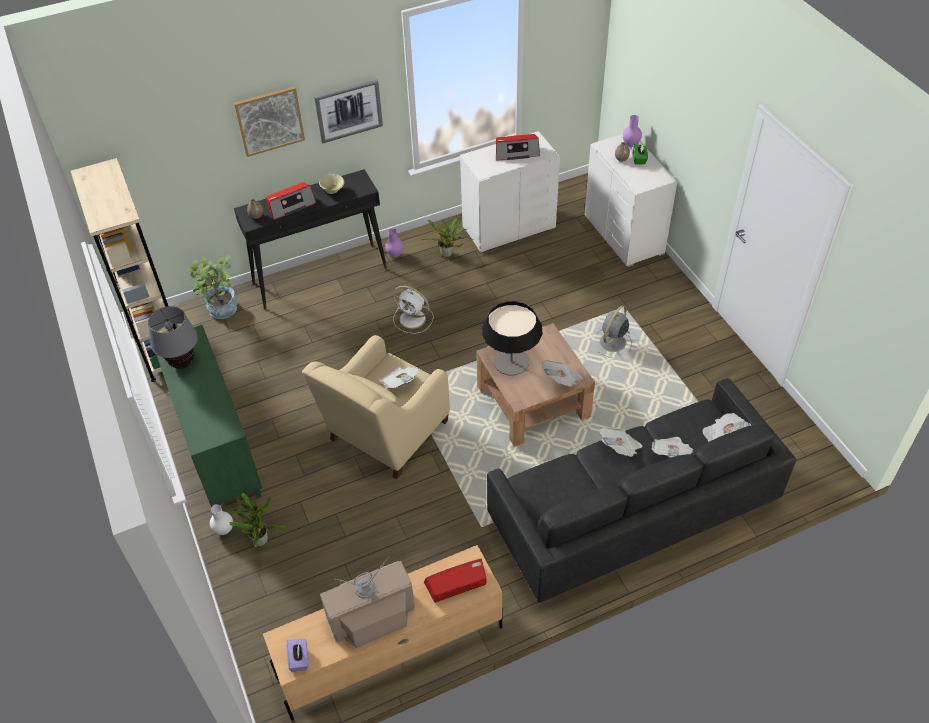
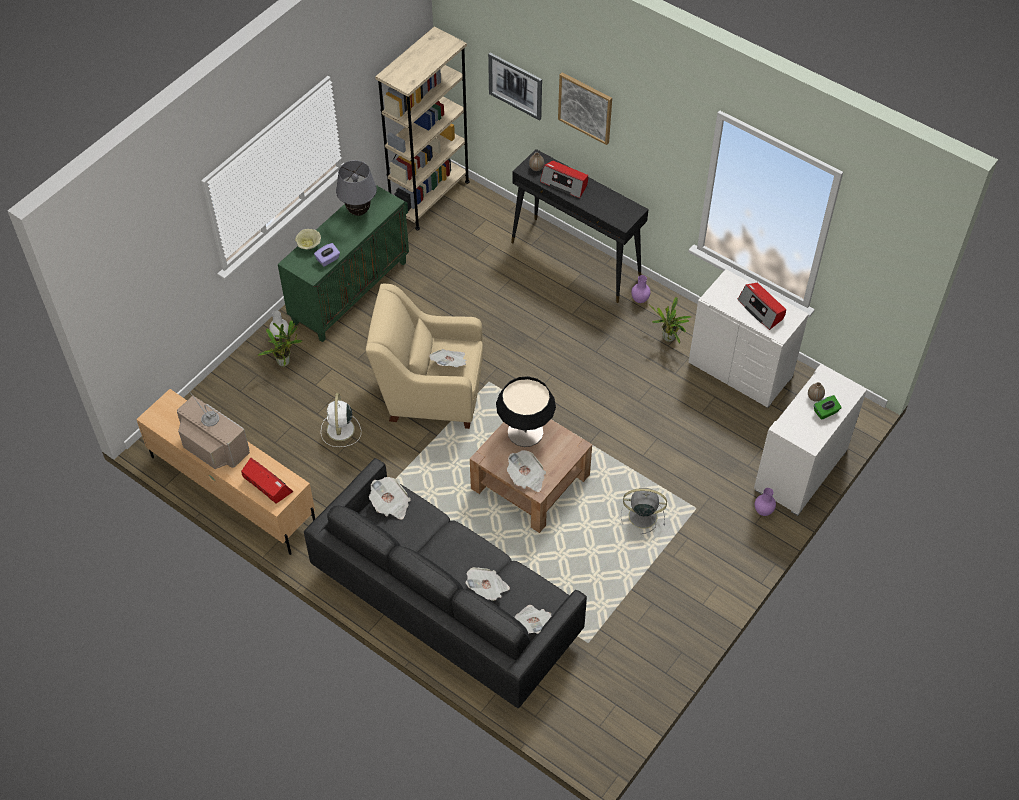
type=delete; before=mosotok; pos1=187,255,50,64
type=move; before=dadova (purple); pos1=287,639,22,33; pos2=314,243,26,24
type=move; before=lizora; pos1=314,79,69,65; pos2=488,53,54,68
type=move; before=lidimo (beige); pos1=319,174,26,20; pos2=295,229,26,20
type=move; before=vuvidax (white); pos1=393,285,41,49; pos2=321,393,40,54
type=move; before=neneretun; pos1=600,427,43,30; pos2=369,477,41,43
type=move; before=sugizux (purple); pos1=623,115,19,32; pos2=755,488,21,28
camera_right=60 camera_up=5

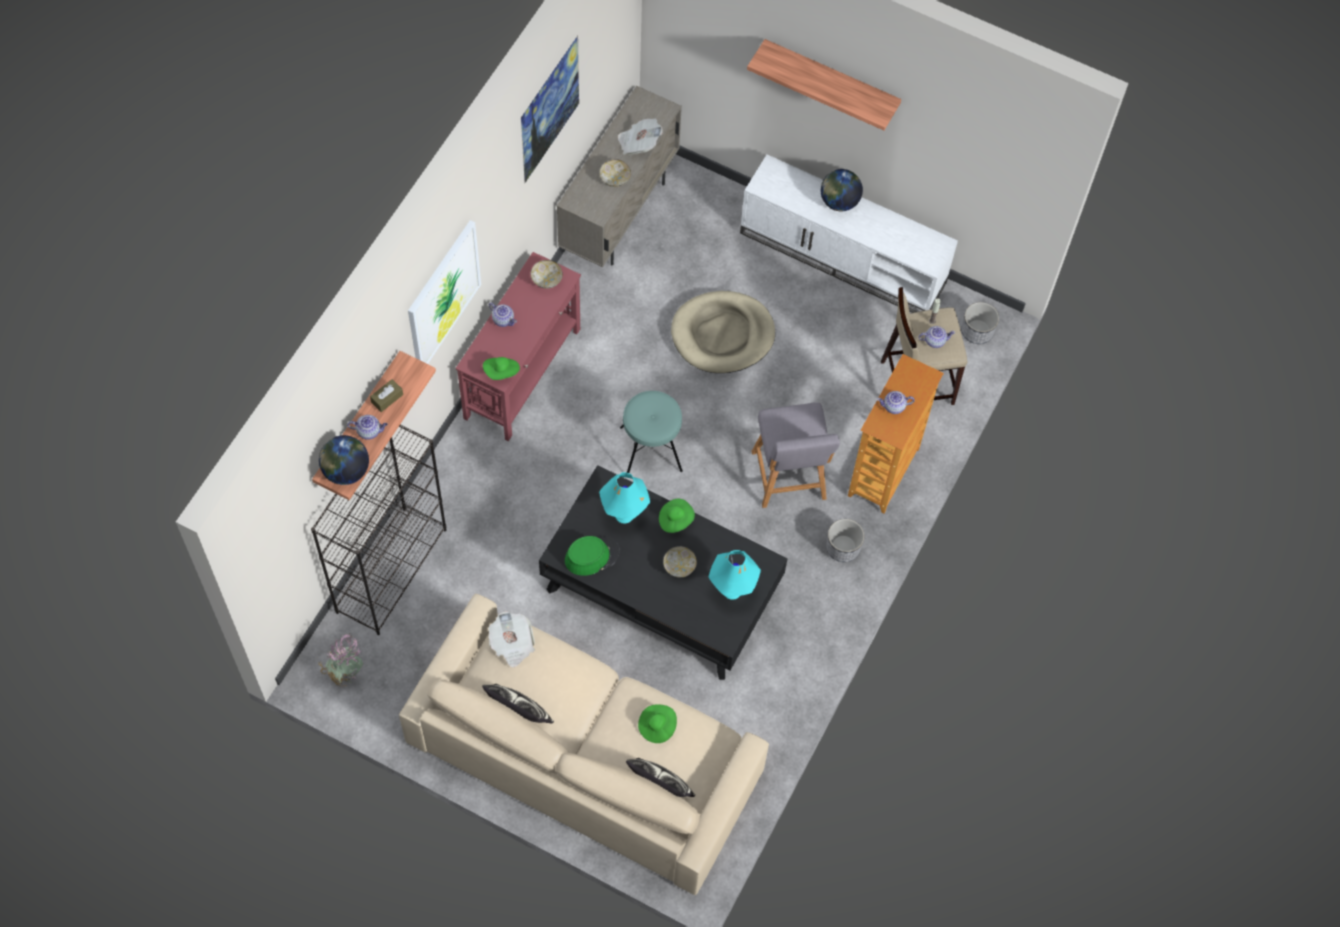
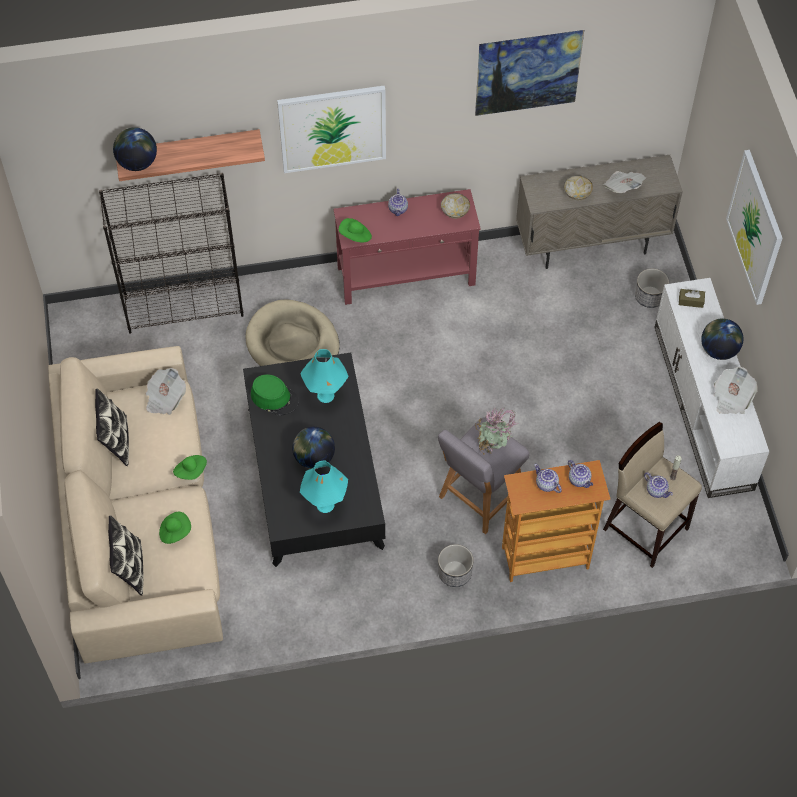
type=delete; before=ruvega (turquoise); pos1=620,391,63,82
type=insert; after=neneretun; pos2=714,367,44,47
type=move; before=mosotok; pos1=318,633,45,54; pos2=475,407,44,48
type=move; before=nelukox; pos1=347,415,41,25; pos2=568,460,25,28
type=move; before=dadova (brown); pos1=370,379,33,33; pos2=679,289,26,19
type=move; before=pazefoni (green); pos1=659,499,36,34; pos2=173,455,34,25
type=move; before=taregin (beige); pos1=671,291,104,82; pos2=245,300,95,66
type=move; before=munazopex; pos1=961,302,38,42; pos2=635,268,34,40
type=replace; before=lidimo; after=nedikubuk; pos1=663,546,34,31; pos2=292,427,43,42
type=replace; before=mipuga; after=lizora; pos1=747,39,154,92; pos2=726,150,57,155
camera_right=55 camera_up=-5

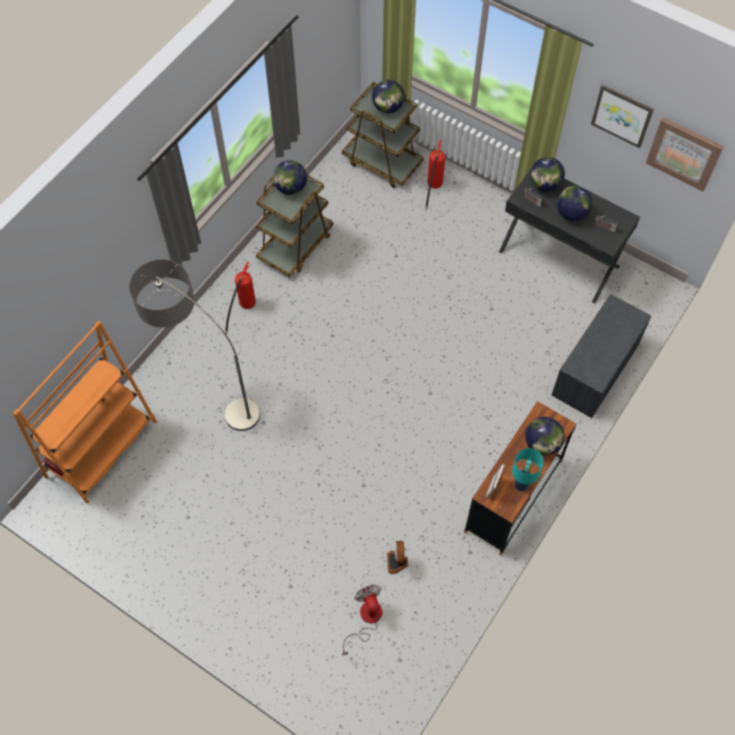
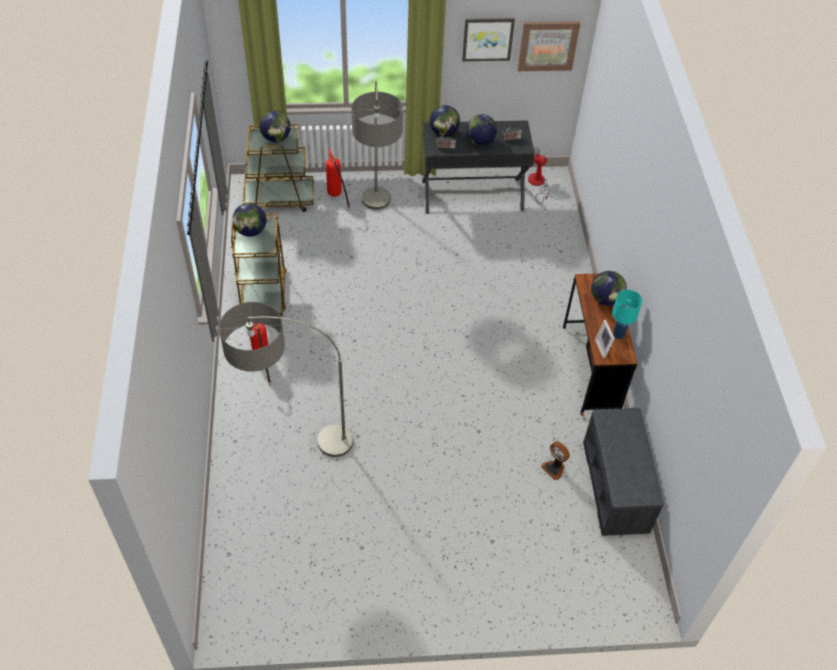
type=delete; before=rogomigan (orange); pos1=13,321,144,183
type=insert; after=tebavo; pos2=351,81,52,129
type=move; before=vuvidax; pos1=342,585,40,71; pos2=528,147,21,57
type=move; before=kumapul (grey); pos1=552,295,99,123; pos2=583,408,81,128
camera_right=-40 camera_up=-10

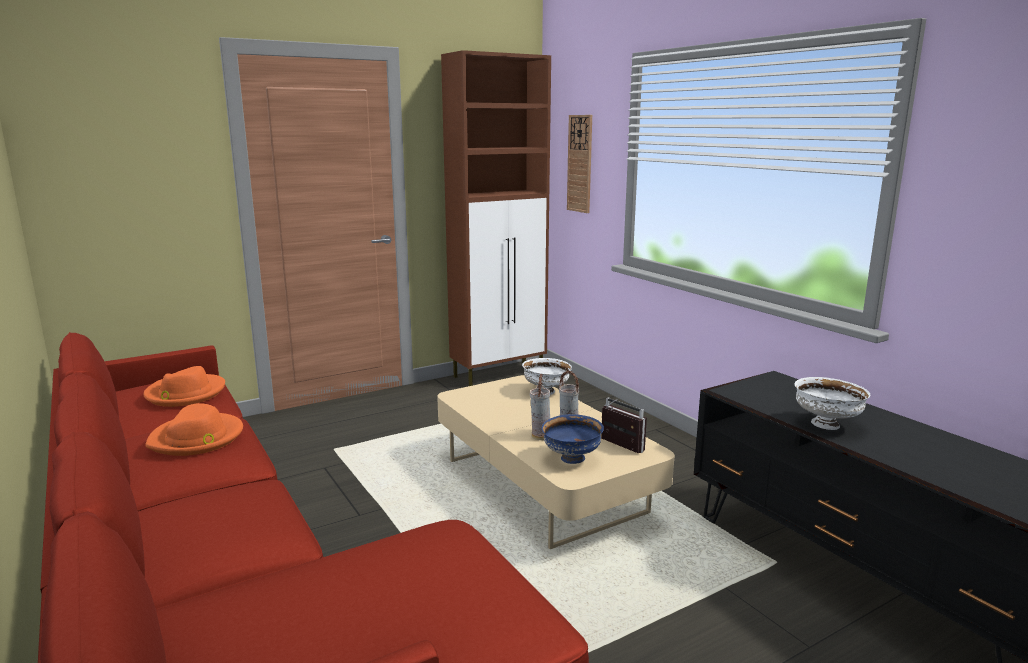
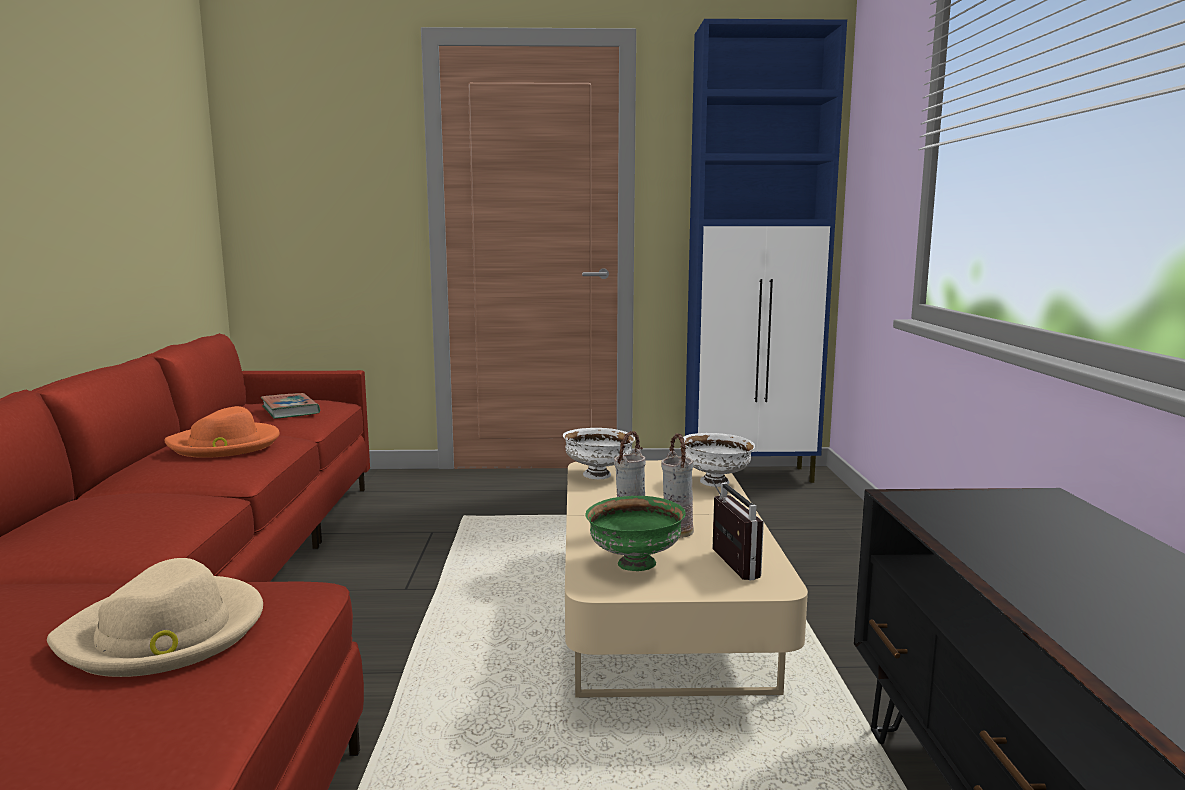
type=delete; before=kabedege; pos1=567,115,25,98
type=insert; after=pazefoni (beige); pos2=47,558,216,119
type=move; before=lidimo (white); pos1=795,377,76,53; pos2=563,428,72,51
type=replace; before=pazefoni (orange); after=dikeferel; pos1=143,366,82,41; pos2=261,393,59,26
type=recolor; before=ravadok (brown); after=ravadok (blue); pos1=441,50,110,336; pos2=685,19,162,464
type=recolor; before=lidimo (blue); after=lidimo (green); pos1=542,414,62,50; pos2=585,496,101,75
camera_right=30 camera_up=-5

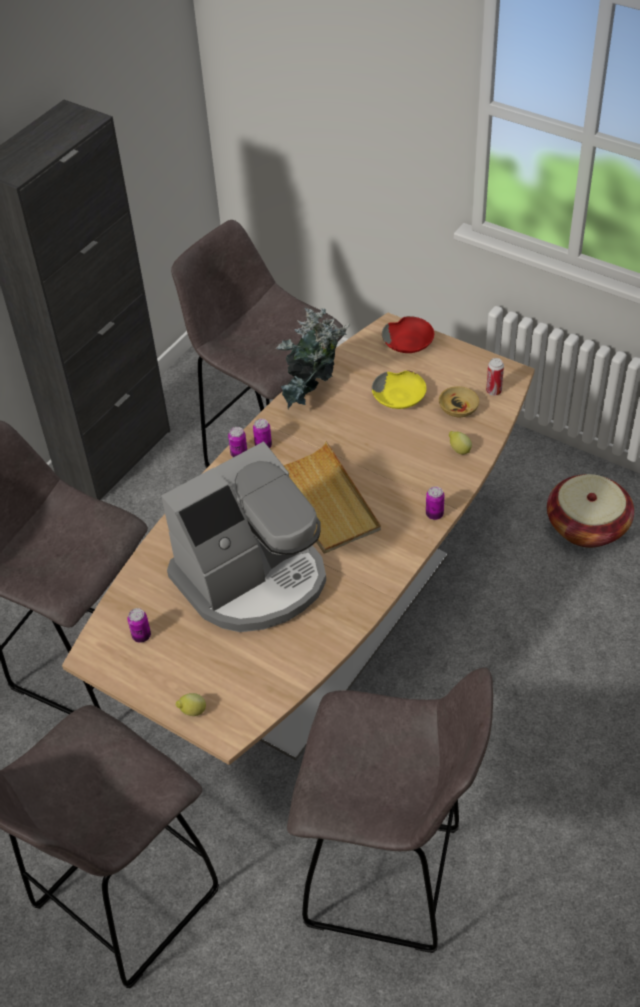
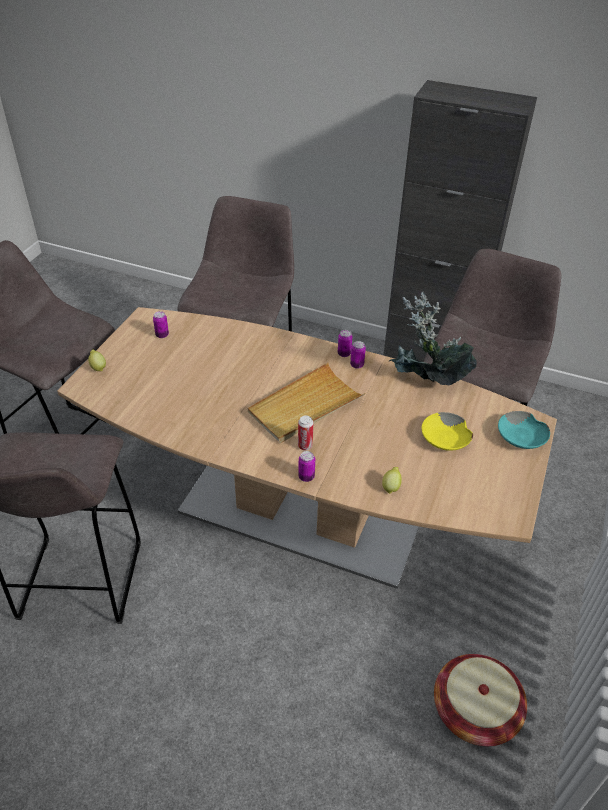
type=delete; before=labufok; pos1=161,442,165,190
type=delete; before=lidimo (beige); pos1=439,386,40,31
type=move; before=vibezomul; pos1=486,358,18,38; pos2=298,415,15,35
type=recolor; before=lidimo (red); after=lidimo (turquoise); pos1=382,316,52,37; pos2=498,411,52,38
camera_right=75 camera_up=-5

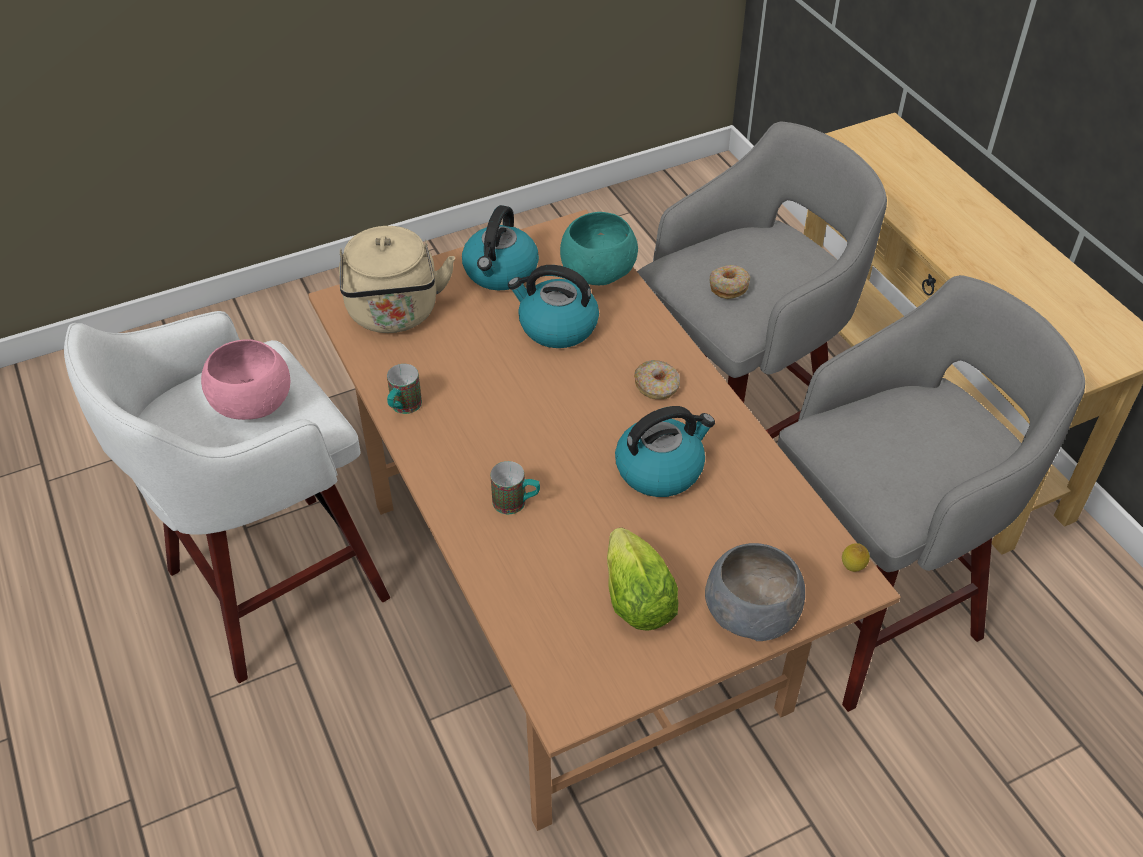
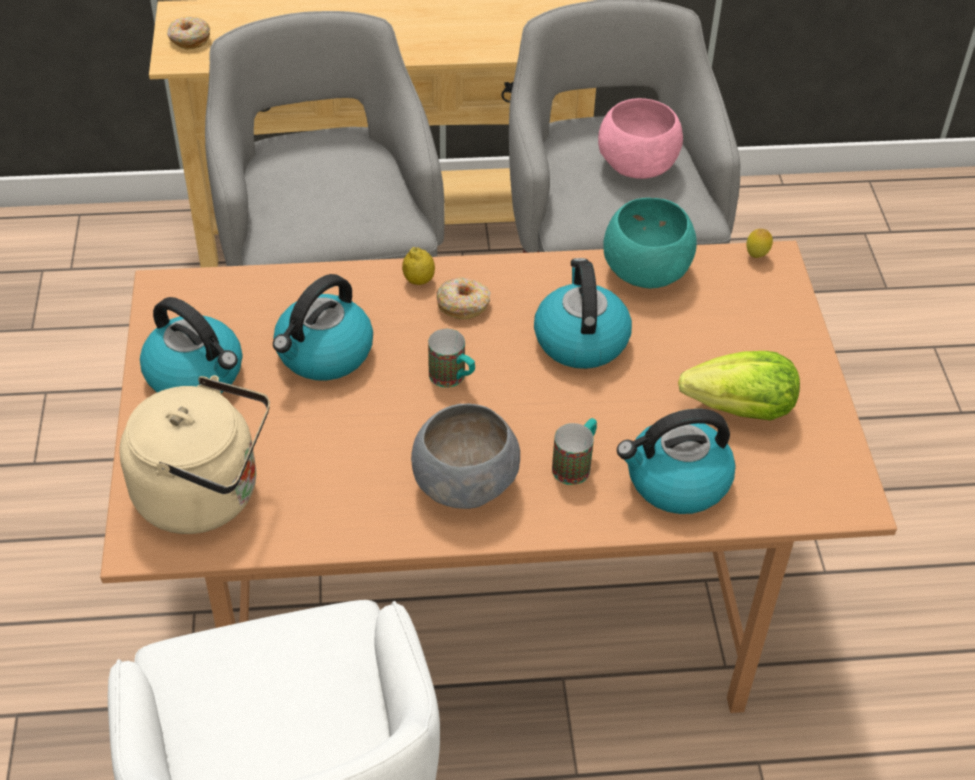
type=insert; after=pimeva; pos2=402,247,33,38
type=insert; after=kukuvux; pos2=617,409,119,105
type=move; before=lidimo (pink); pos1=201,339,89,81; pos2=598,98,85,81
type=move; before=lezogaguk; pos1=387,364,35,50; pos2=428,329,47,59
type=move; before=lidimo (turquoise); pos1=560,212,78,73; pos2=603,198,94,91
type=move; before=lidimo (grey); pos1=705,543,100,98; pos2=411,404,109,105
type=move; before=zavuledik; pos1=709,265,41,34; pos2=167,16,43,34
camera_right=-70 camera_up=0

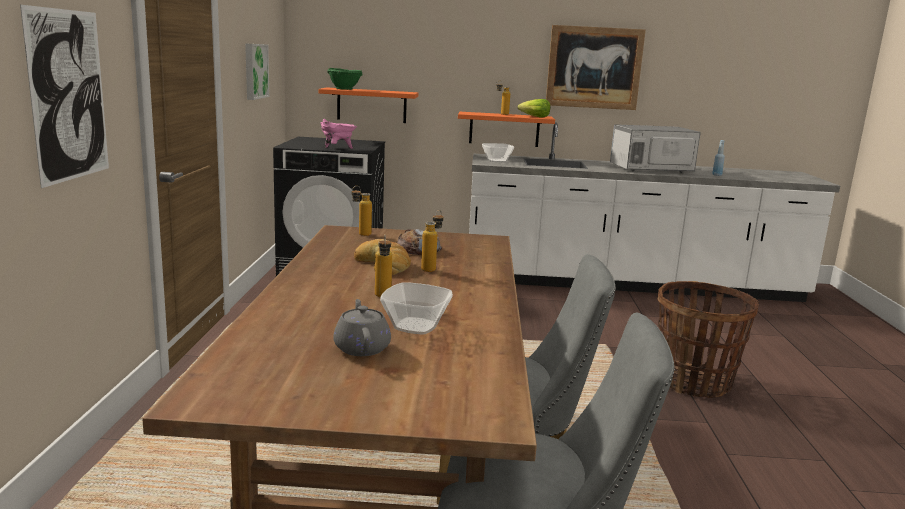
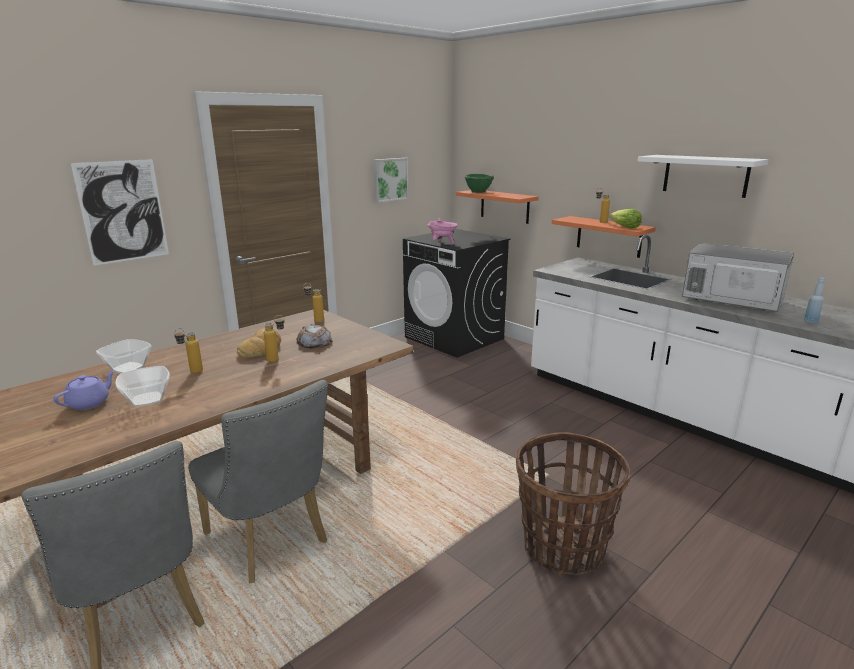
type=move; before=lidimo; pos1=482,143,32,19; pos2=96,339,56,34
type=replace; before=lizora; after=mipuga (white); pos1=546,25,100,85; pos2=638,155,131,43
type=recolor; before=nelukox (grey); after=nelukox (purple); pos1=333,299,58,57; pos2=53,370,62,40
camera_right=45 camera_up=5

